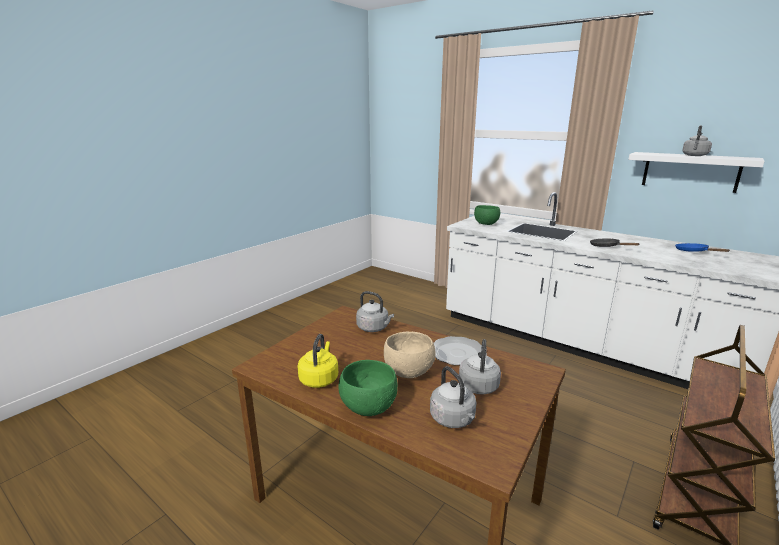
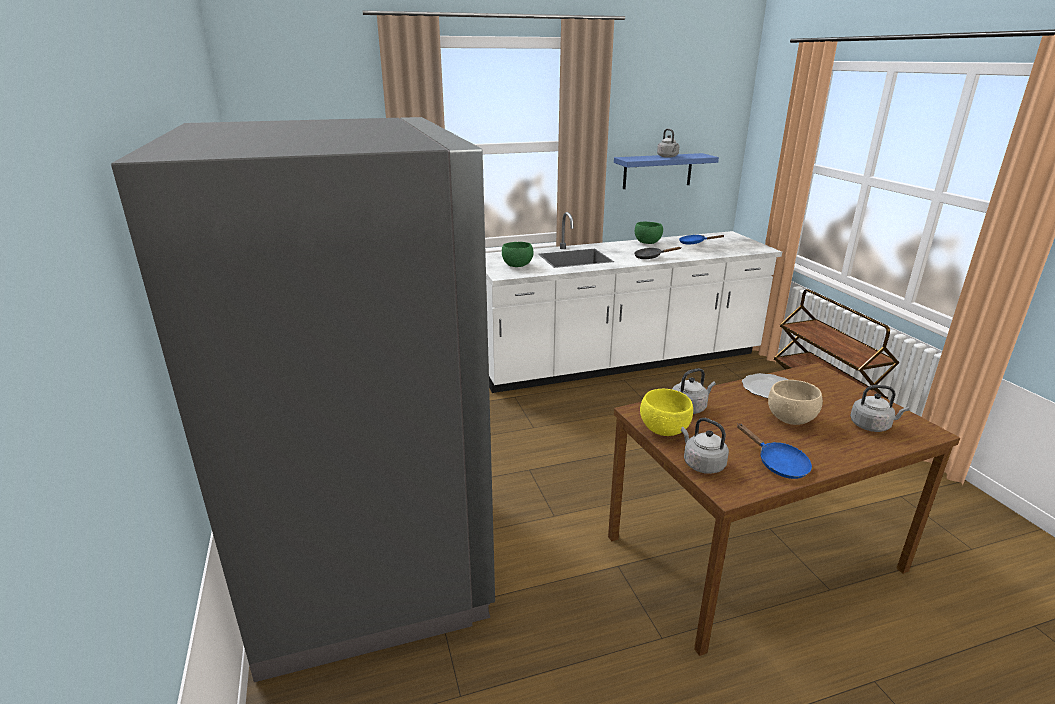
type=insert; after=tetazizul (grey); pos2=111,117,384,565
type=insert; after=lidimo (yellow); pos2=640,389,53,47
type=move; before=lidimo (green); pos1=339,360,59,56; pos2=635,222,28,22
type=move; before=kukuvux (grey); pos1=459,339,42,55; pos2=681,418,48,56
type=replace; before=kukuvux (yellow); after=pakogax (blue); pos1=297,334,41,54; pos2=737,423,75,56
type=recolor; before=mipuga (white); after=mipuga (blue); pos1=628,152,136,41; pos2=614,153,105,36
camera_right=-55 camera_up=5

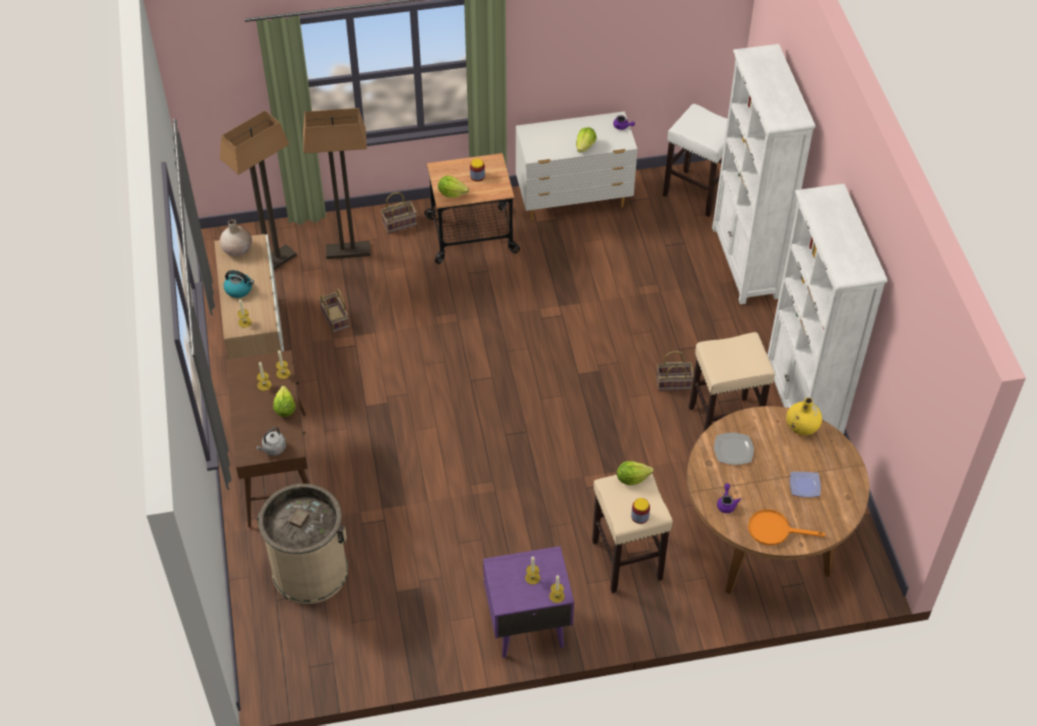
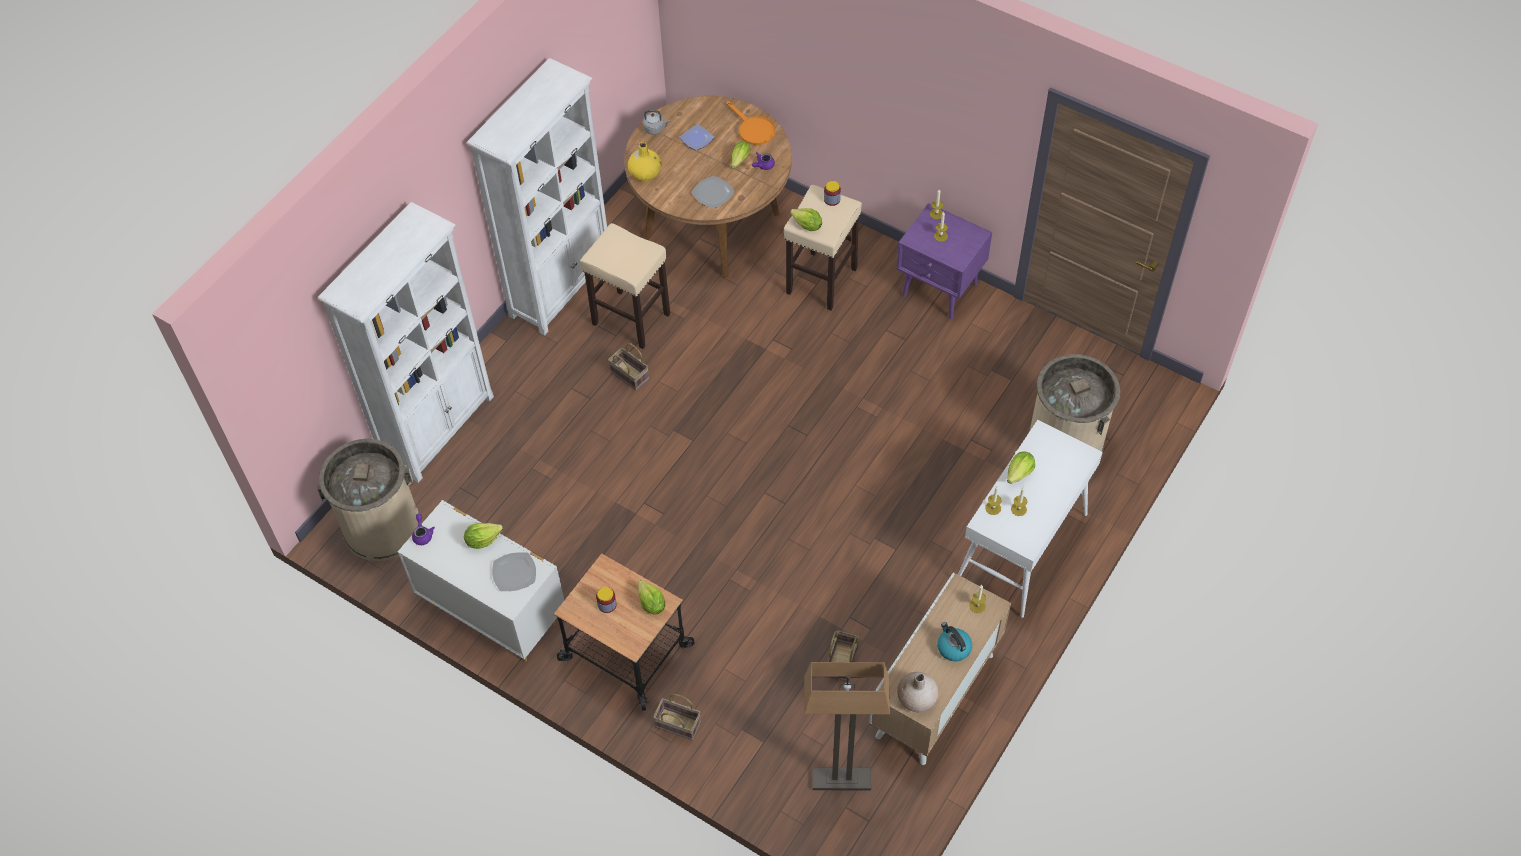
type=delete; before=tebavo; pos1=303,108,68,151
type=insert; after=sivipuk; pos2=492,552,44,39
type=insert; after=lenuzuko; pos2=731,141,19,28
type=move; before=kukuvux (grey); pos1=256,427,30,29; pos2=643,110,27,25
type=replace; before=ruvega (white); after=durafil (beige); pos1=663,104,65,113; pos2=317,439,102,122
type=recolor; before=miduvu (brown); after=miduvu (white); pos1=226,350,83,178; pos2=958,420,145,198
camera_right=-135 camera_up=5

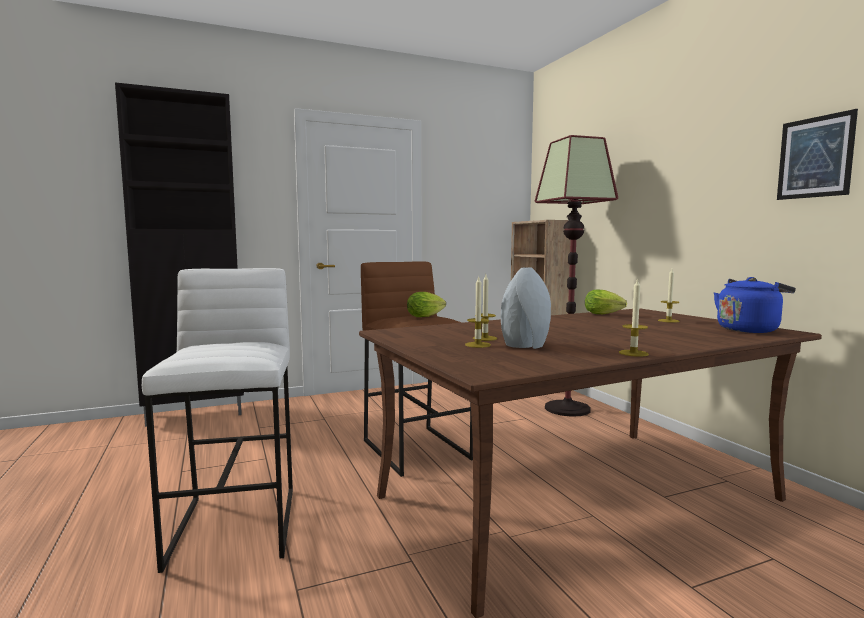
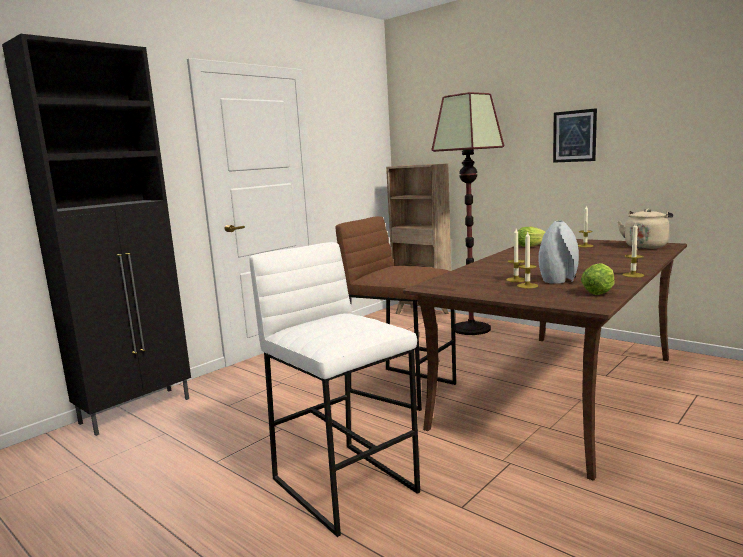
type=move; before=lenuzuko; pos1=407,292,39,25; pos2=581,263,34,32
type=move; before=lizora; pos1=777,109,81,91; pos2=553,108,44,55
type=recolor; before=kukuvux (blue); after=kukuvux (beige); pos1=714,277,82,56; pos2=617,209,56,40
camera_right=-25 camera_up=5

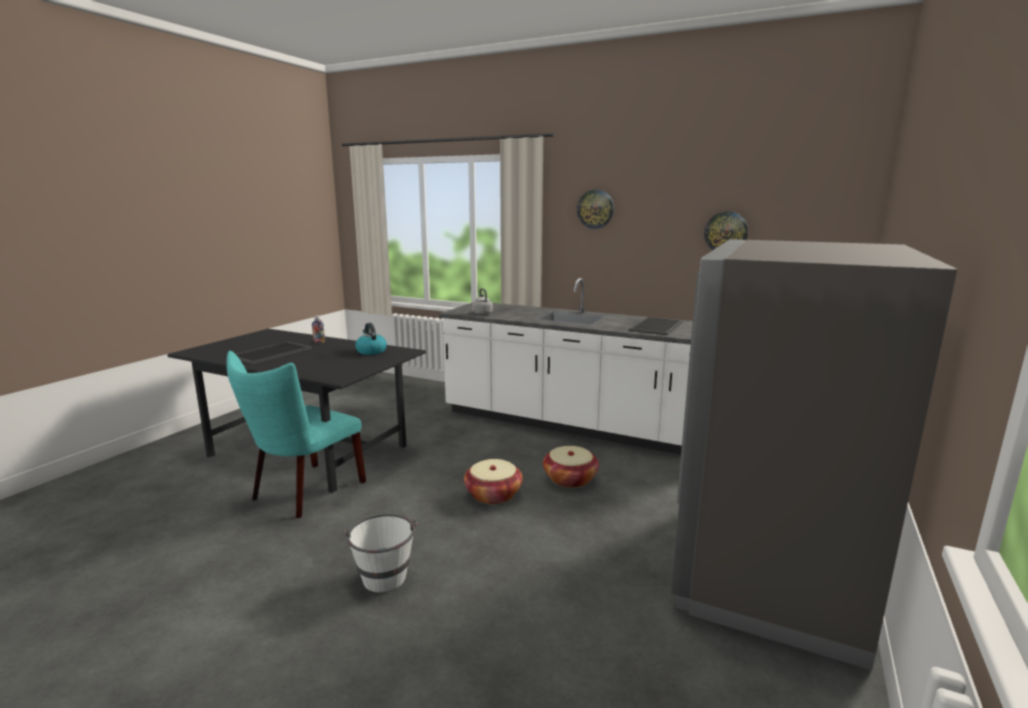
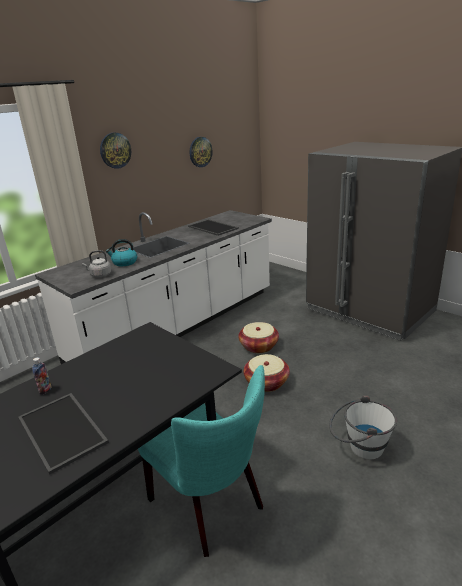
type=move; before=kukuvux; pos1=355,323,32,32; pos2=106,239,31,27
camera_right=-70 camera_up=10

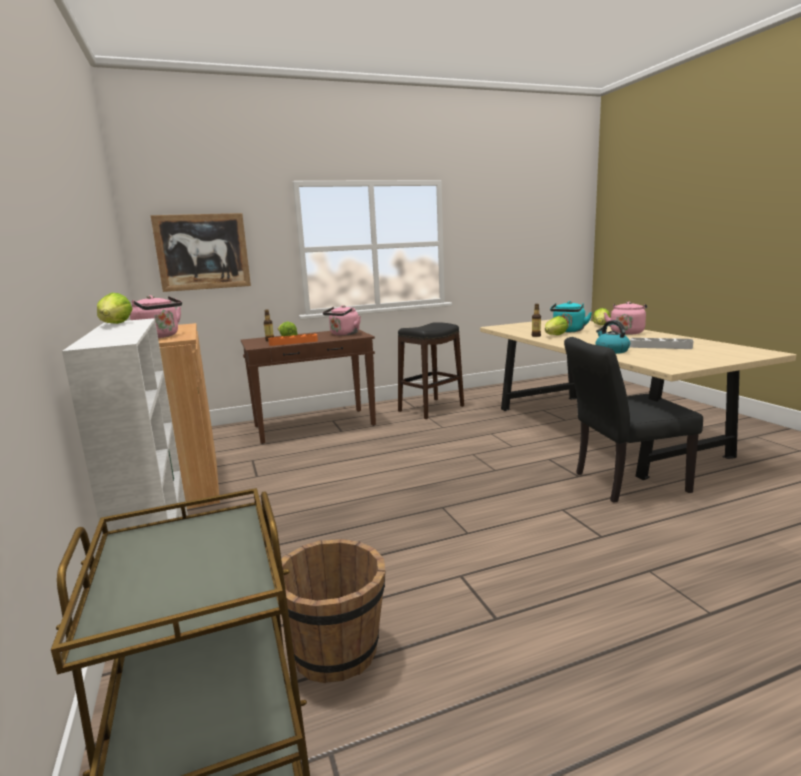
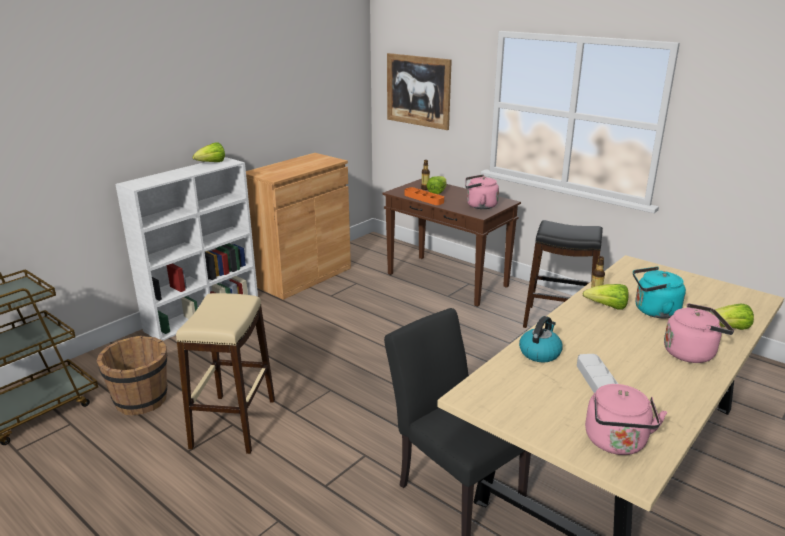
type=insert; after=ruvega (beige); pos2=176,293,99,161
type=move; before=kukuvux (pink); pos1=130,295,52,43; pos2=585,384,82,71
camera_right=60 camera_up=10

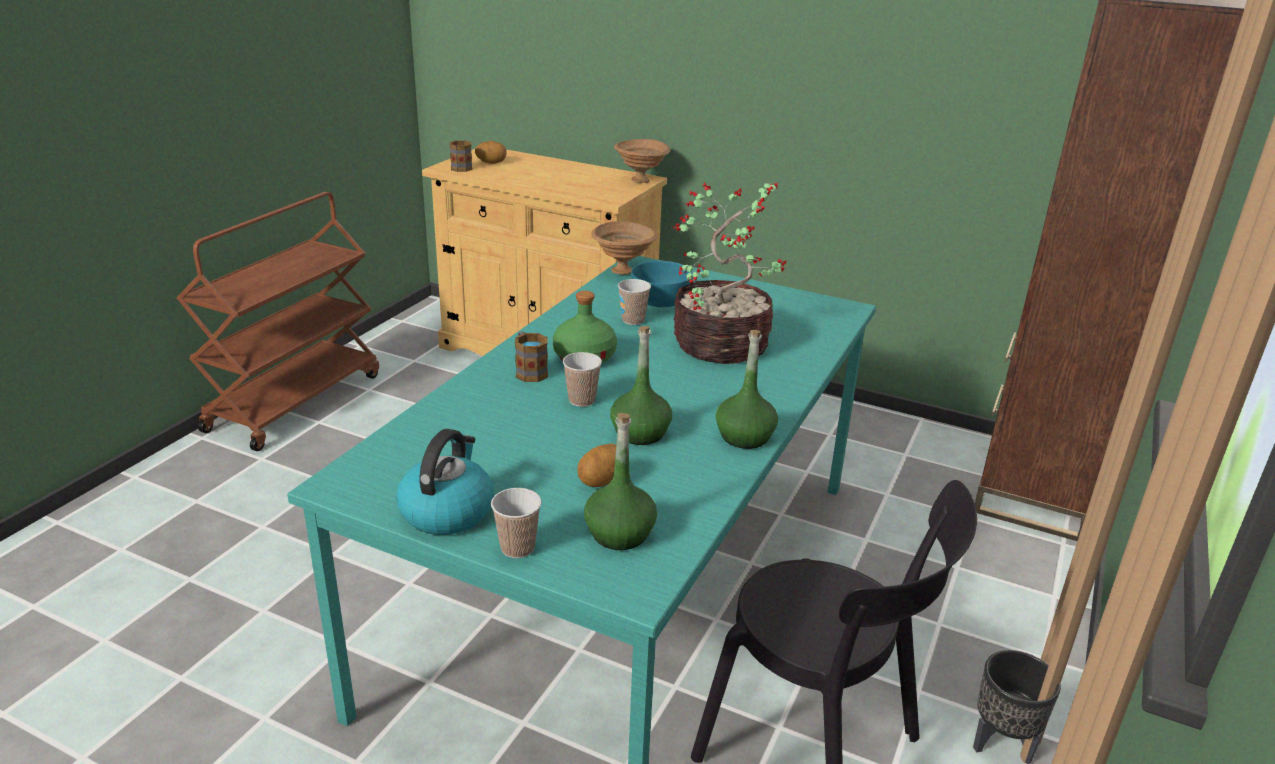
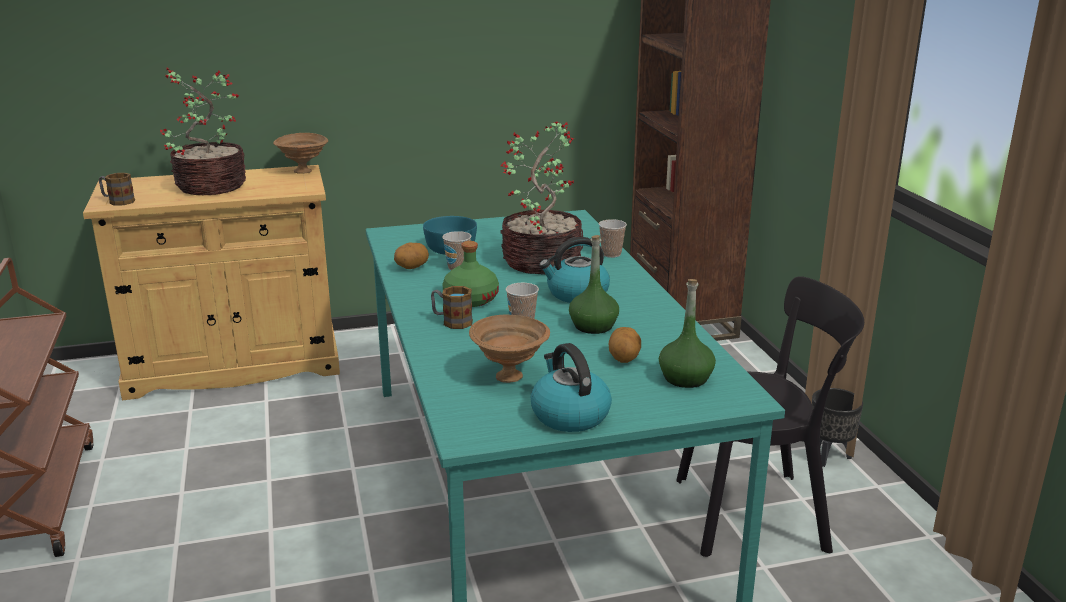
type=delete; before=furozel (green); pos1=716,330,62,119
type=insert; after=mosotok; pos2=160,67,86,128
type=insert; after=kukuvux; pos2=539,237,71,66
type=move; before=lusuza; pos1=475,141,32,23; pos2=394,243,35,26
type=move; before=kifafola; pos1=491,488,51,70; pos2=599,219,28,39
type=move; before=lidimo (brown); pos1=591,221,67,54; pos2=469,315,81,68
camera_right=-40 camera_up=-5

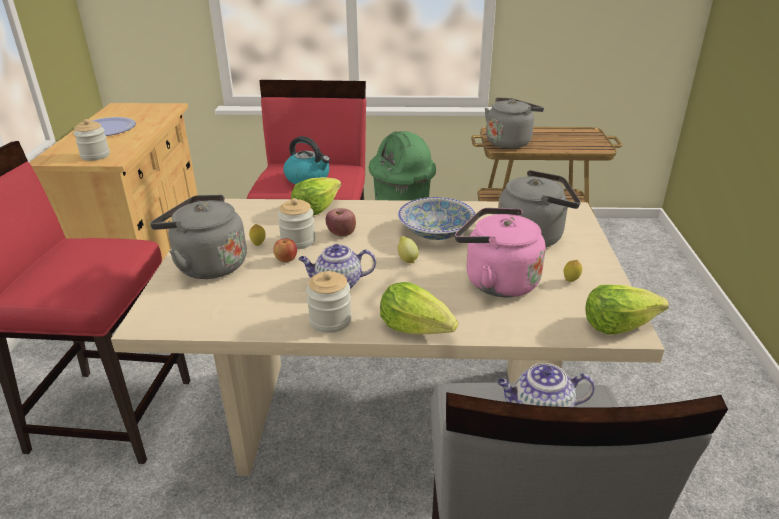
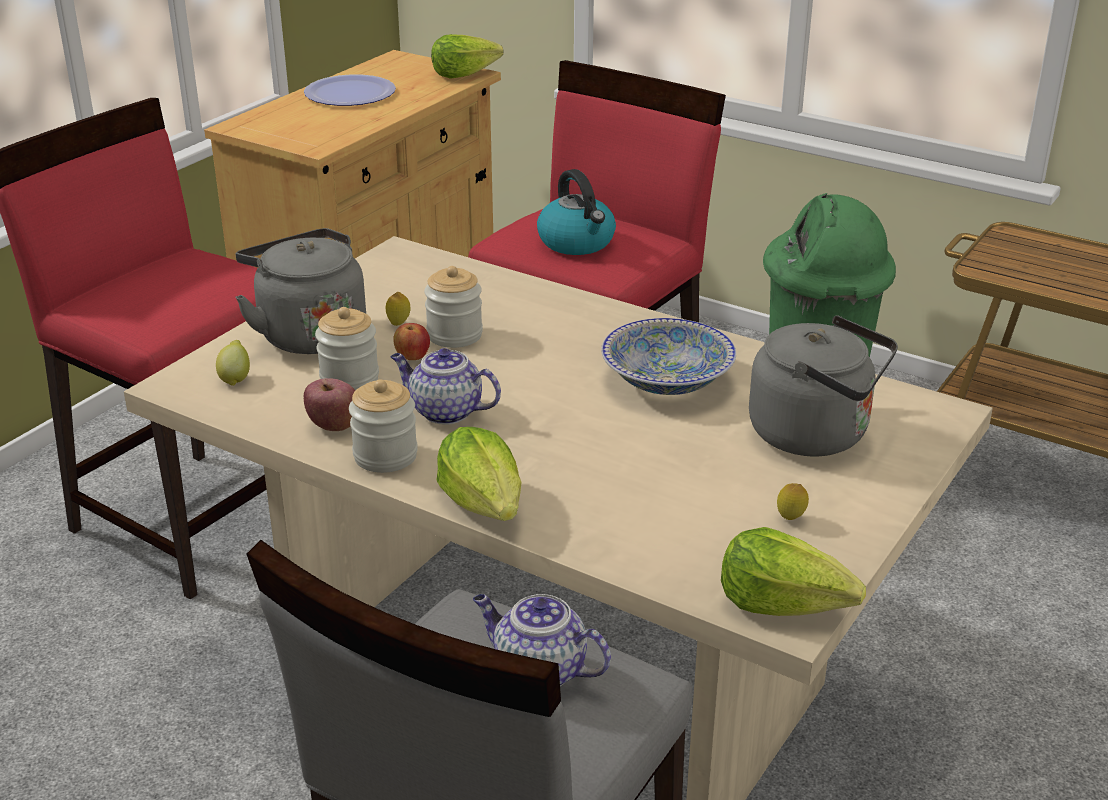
type=delete; before=kukuvux (pink); pos1=455,208,91,90
type=delete; before=kukuvux (grey); pos1=485,97,59,52
type=move; before=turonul; pos1=74,119,36,42; pos2=315,307,64,84
type=move; before=lenuzuko; pos1=291,177,50,38; pos2=431,34,72,45
type=move; before=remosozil; pos1=326,208,30,28; pos2=304,378,51,53
type=move; before=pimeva; pos1=398,236,21,27; pos2=216,340,34,46
camera_right=30 camera_up=0

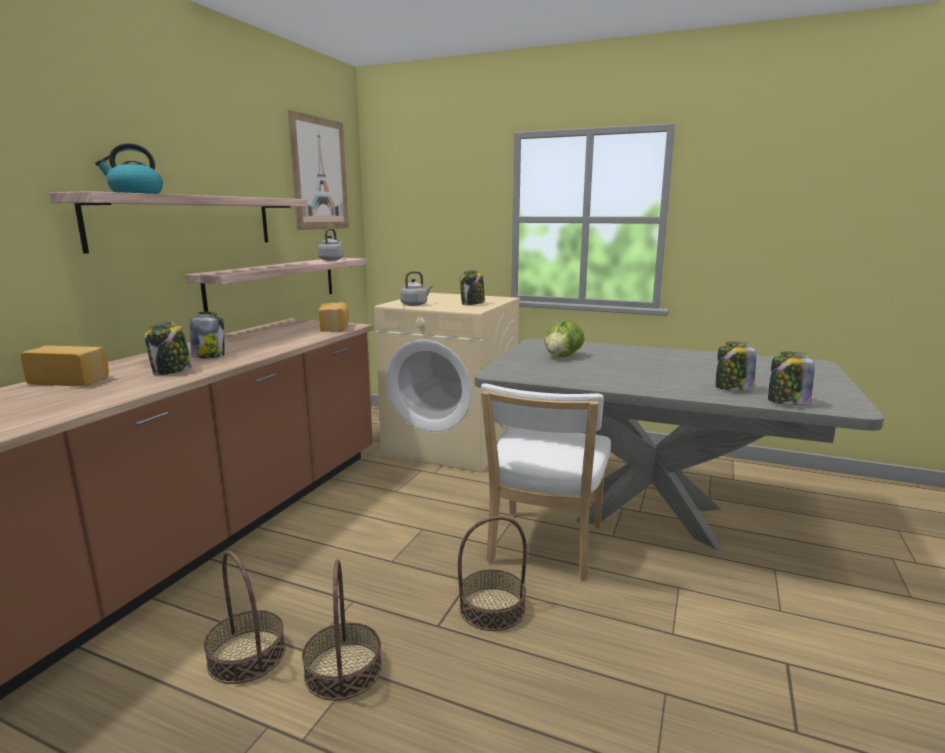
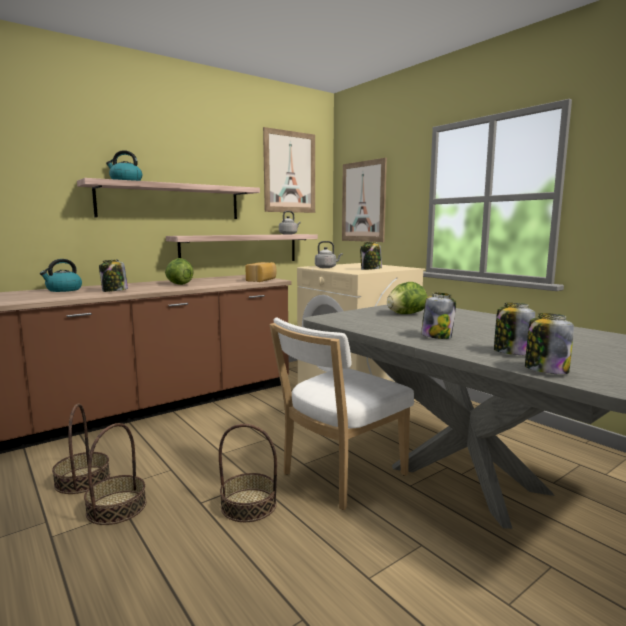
type=insert; after=lenuzuko; pos2=165,258,29,27
type=insert; after=lizora; pos2=342,158,45,84
type=move; before=turonul; pos1=190,312,35,46; pos2=421,292,35,47
type=replace; before=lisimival; after=kukuvux; pos1=20,345,89,41; pos2=40,259,42,33
camera_right=30 camera_up=-5

